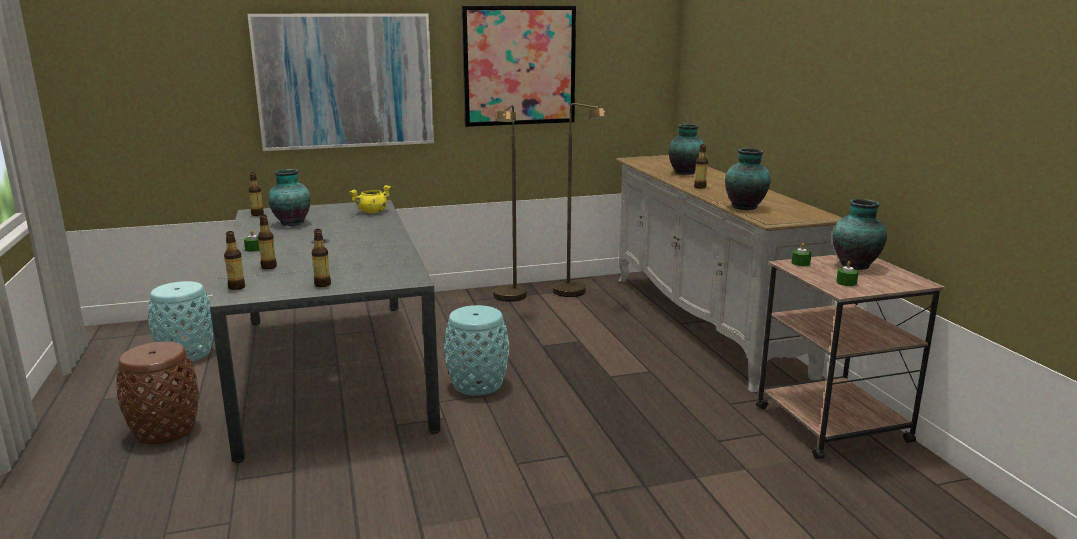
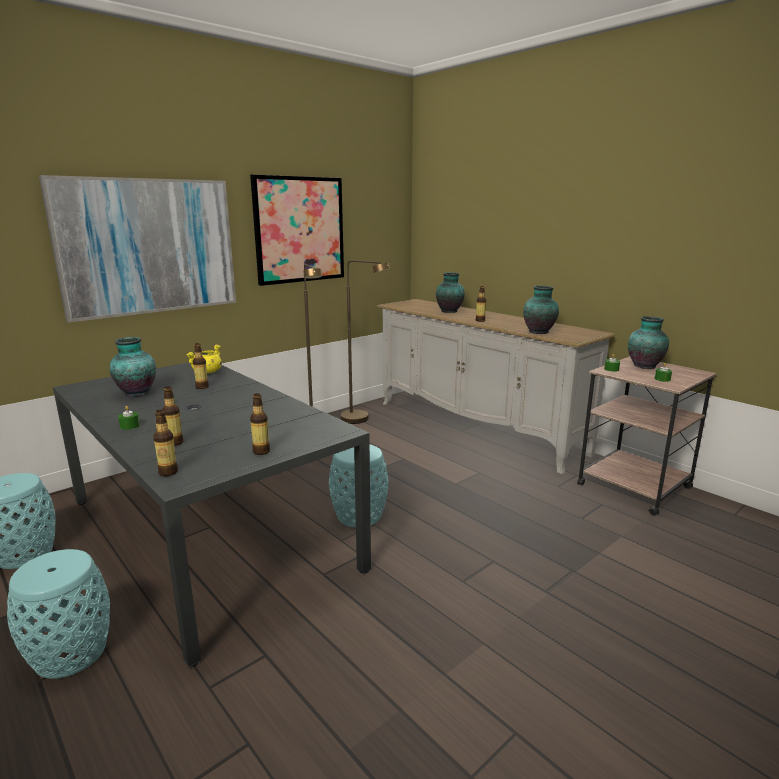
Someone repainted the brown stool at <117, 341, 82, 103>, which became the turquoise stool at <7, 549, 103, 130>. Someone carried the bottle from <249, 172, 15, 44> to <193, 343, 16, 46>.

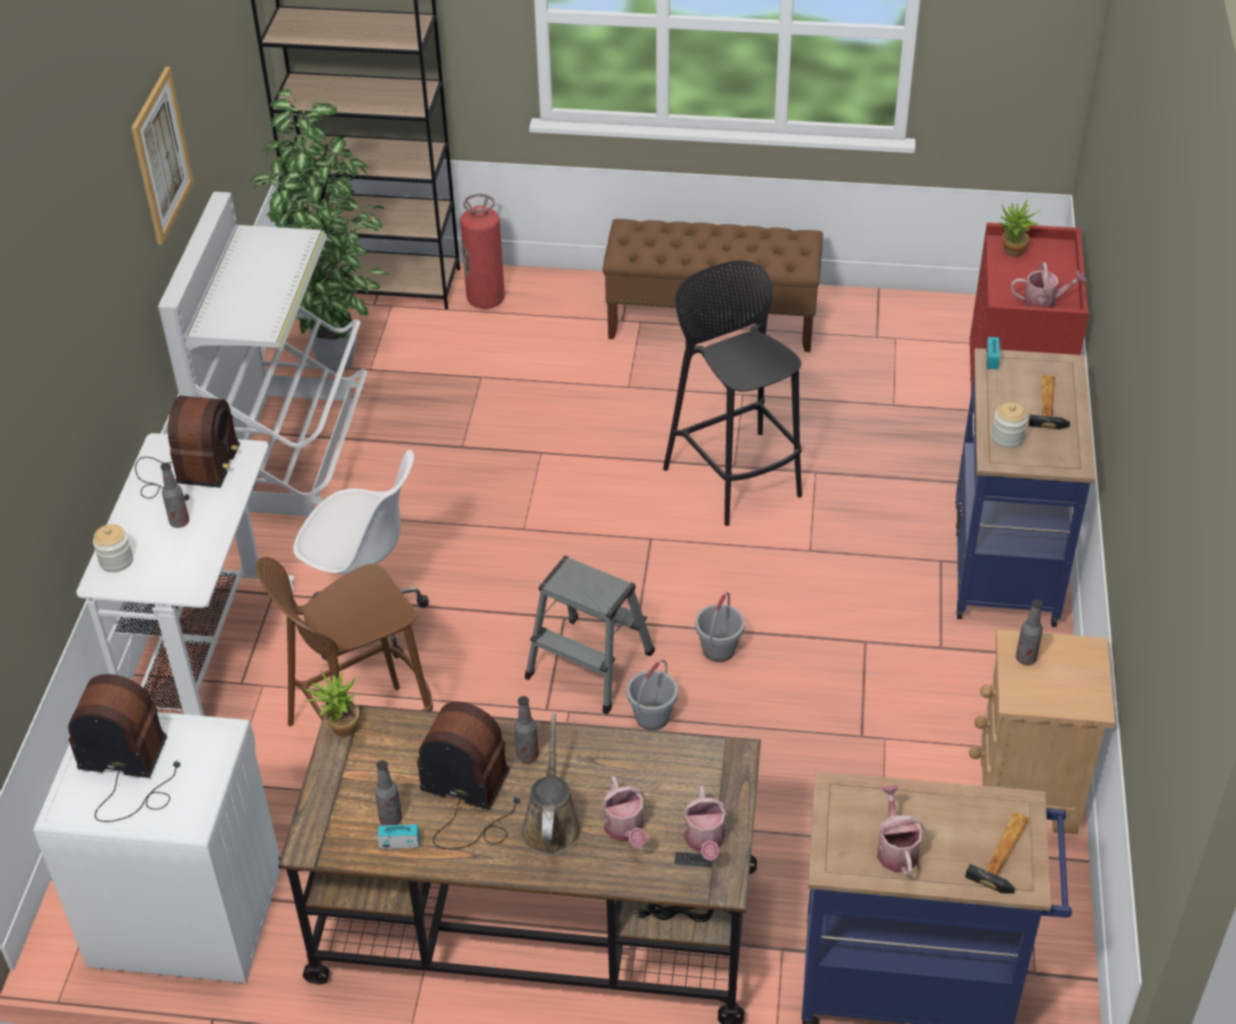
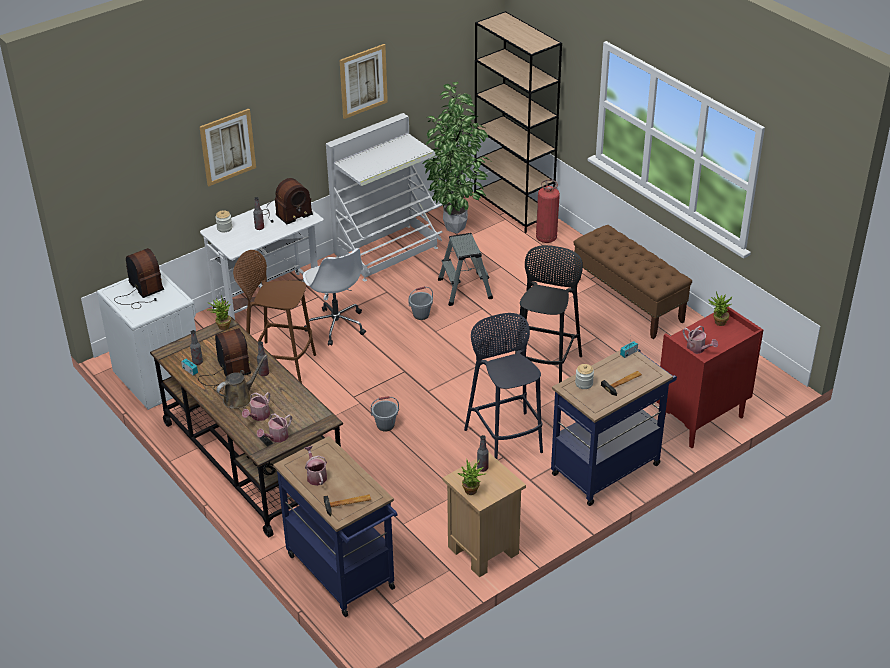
Someone put up the picture at <200, 109, 56, 77>. Someone rotated the watering can at <877, 785, 48, 91> by 60 degrees counterclockwise. Someone carried the grey bucket from <695, 592, 50, 70> to <409, 286, 24, 34>. Someone carried the grey step ladder from <525, 556, 130, 158> to <438, 233, 55, 73>. Someone put down the potted plant at <458, 459, 29, 36>. Someone put down the grey stool at <464, 313, 79, 147>.

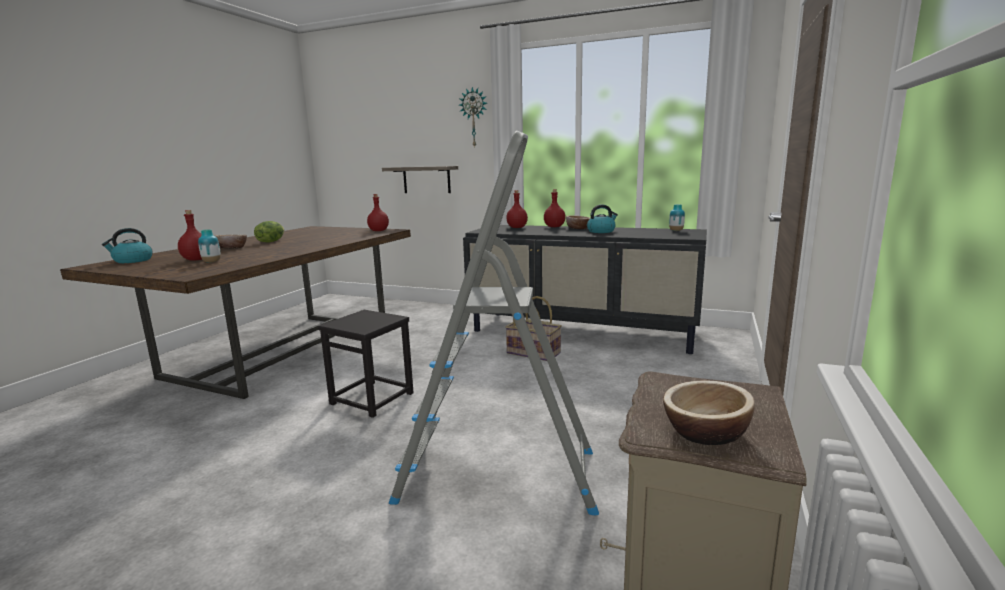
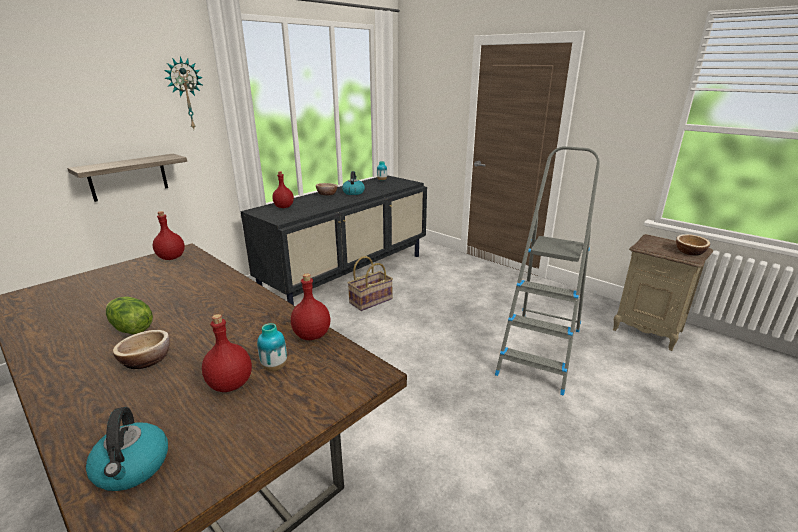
Someone carried the red bottle from <544, 189, 22, 38> to <291, 273, 39, 67>. Someone took away the black stool at <318, 310, 96, 108>.

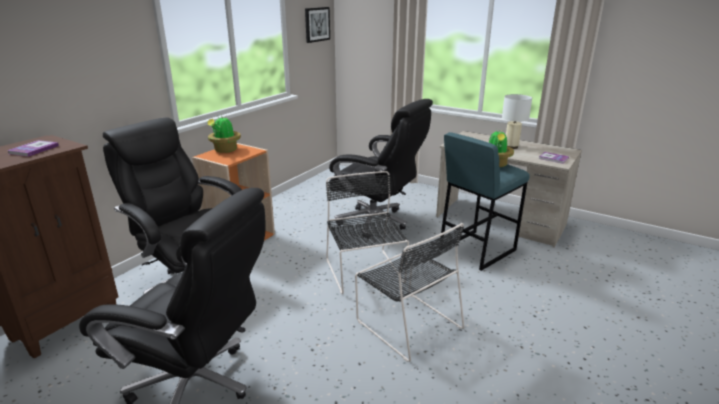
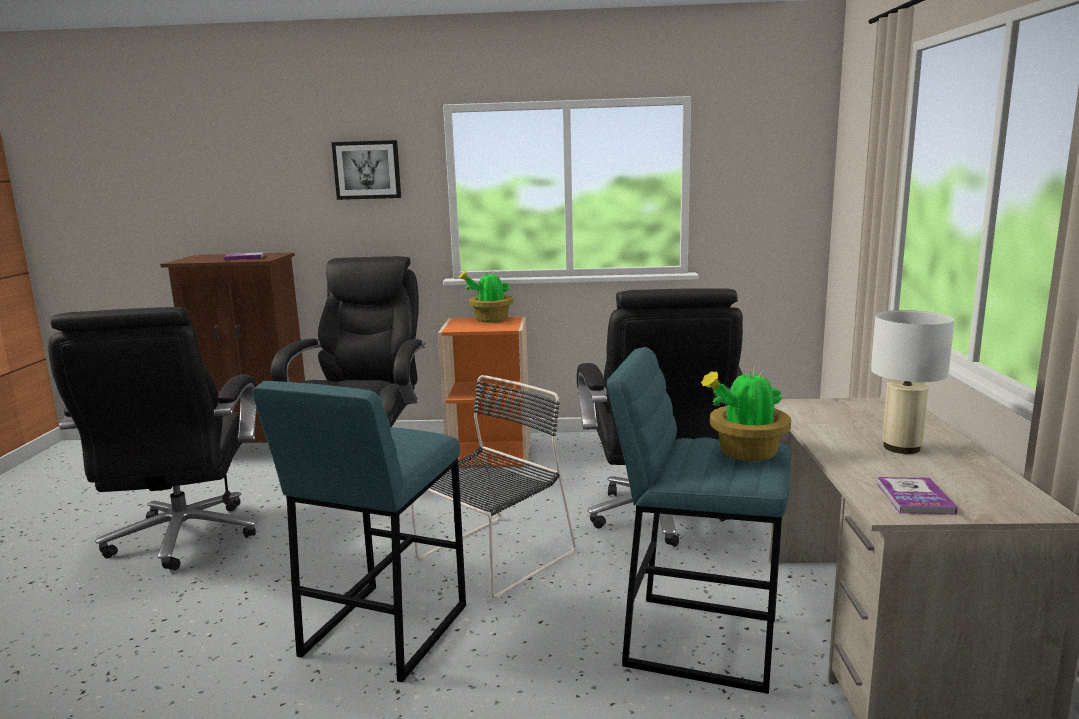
Someone swapped the black chair at <355, 223, 109, 139> for the turquoise stool at <252, 381, 214, 301>. Someone carried the picture from <305, 7, 25, 36> to <331, 140, 70, 60>.

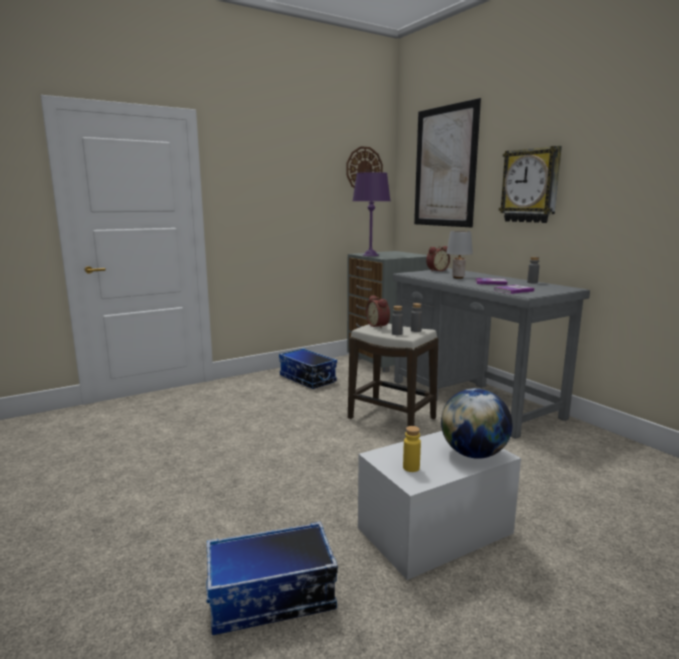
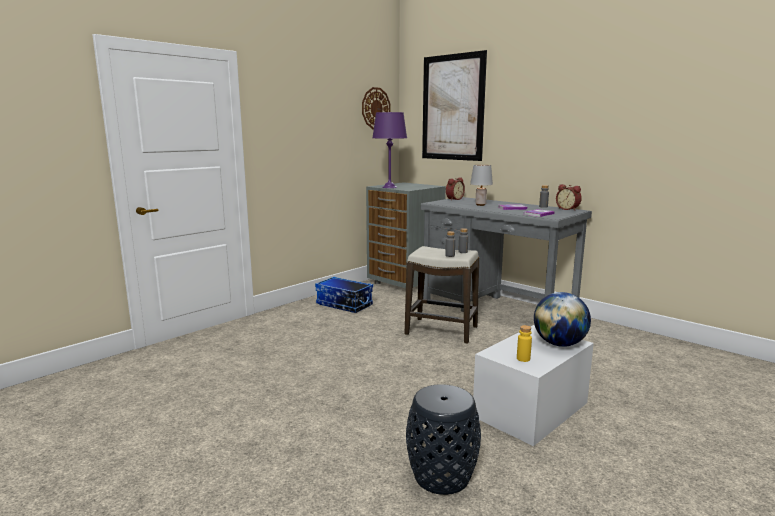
Someone swapped the storage box at <206, 522, 132, 113> for the black stool at <406, 384, 75, 111>. Someone carried the alarm clock from <366, 295, 24, 34> to <556, 184, 26, 26>. Someone took away the wall clock at <499, 146, 63, 77>.

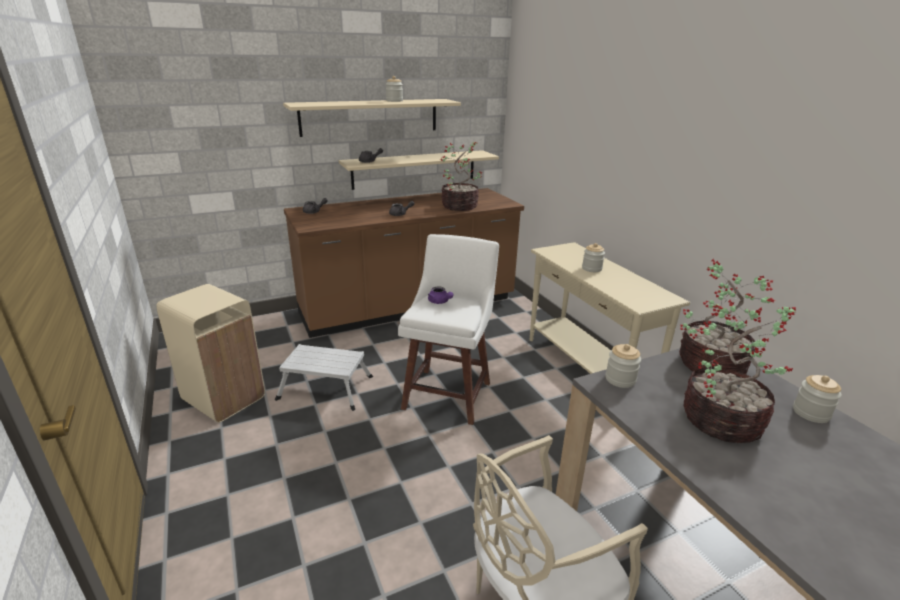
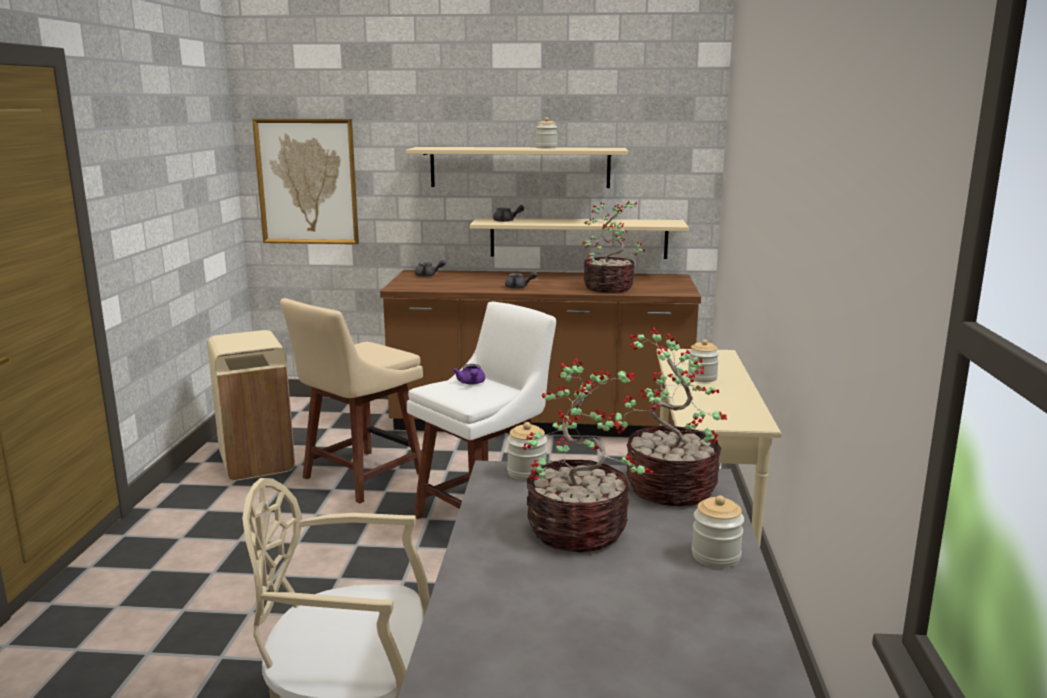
Someone put up the picture at <252, 119, 107, 125>. Someone swapped the white step ladder at <275, 344, 98, 67> for the beige stool at <280, 298, 143, 205>.

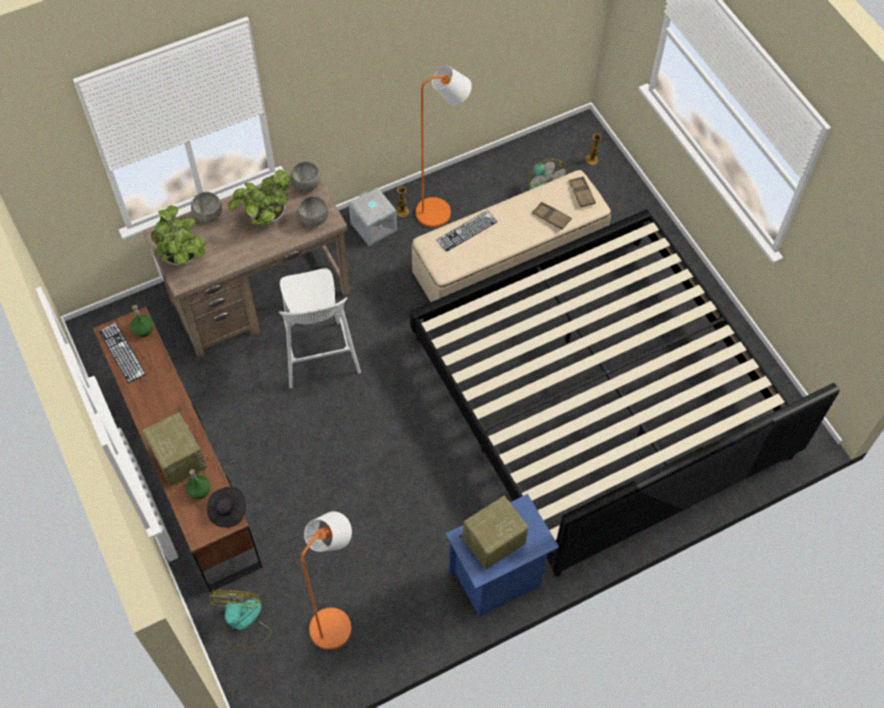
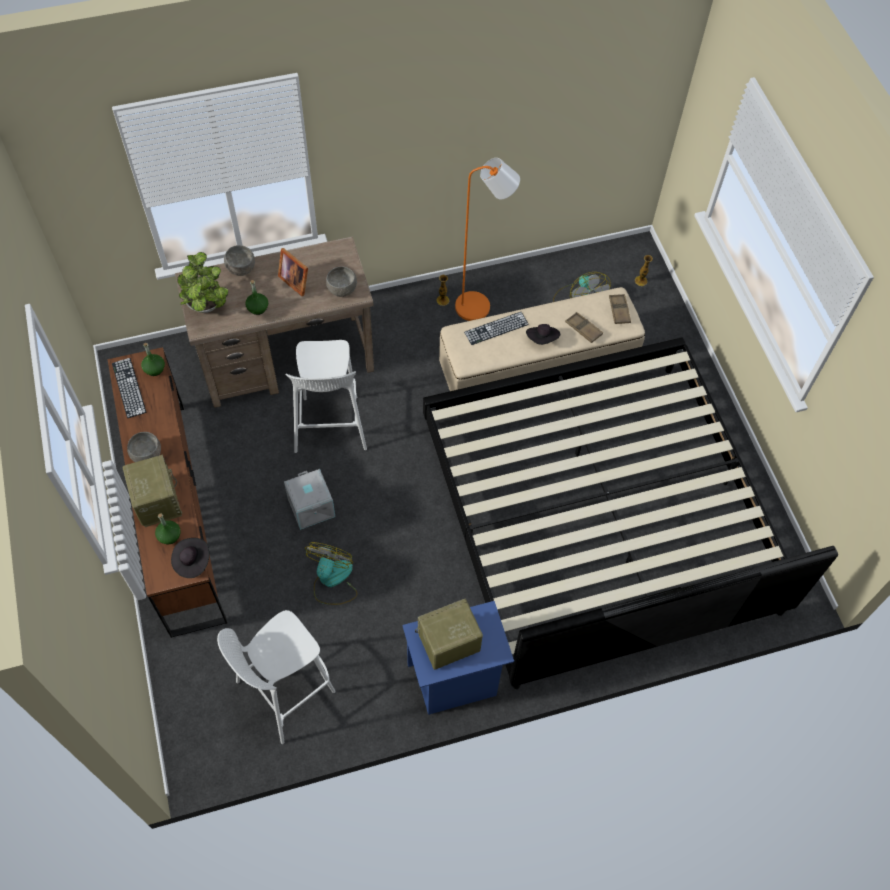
Someone carried the grey bowl from <291, 162, 30, 29> to <127, 432, 34, 30>. Someone swapped the orange floor lamp at <301, 511, 51, 139> for the white stool at <217, 610, 119, 134>. Someone put down the green bottle at <245, 280, 23, 35>. Someone swapped the potted plant at <228, 170, 63, 56> for the picture frame at <278, 248, 30, 48>. Someone carried the grey storage box from <349, 187, 48, 59> to <284, 469, 51, 61>. Someone carried the fan from <208, 590, 64, 59> to <305, 542, 53, 63>. Someone put down the black hat at <526, 324, 34, 21>.

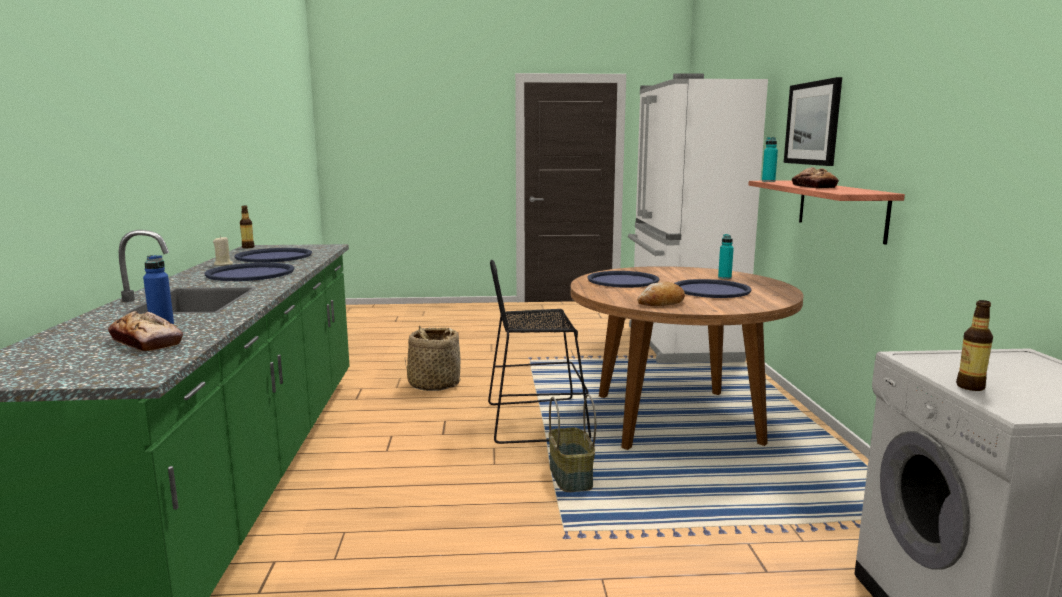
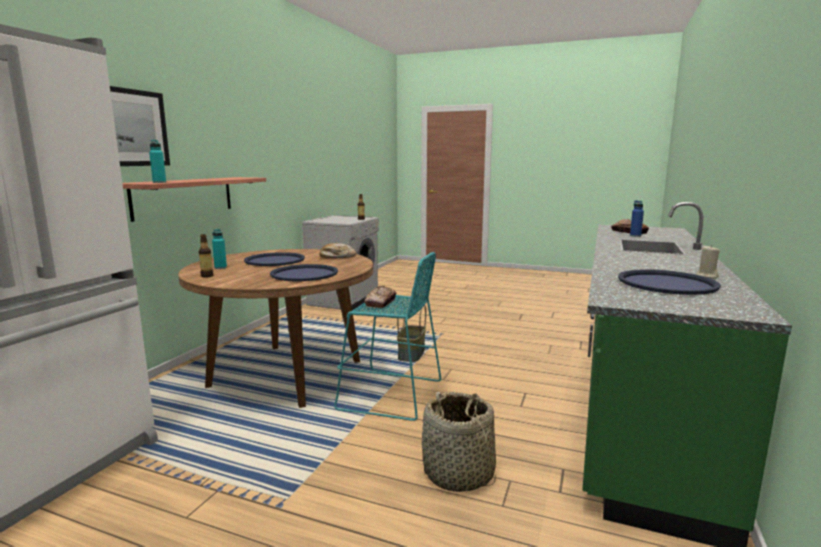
Someone carried the bottle from <240, 206, 14, 42> to <199, 234, 14, 44>. Someone repainted the black stool at <488, 260, 103, 184>, which became the turquoise stool at <334, 252, 107, 169>. Someone carried the bread from <792, 167, 47, 21> to <364, 285, 32, 23>. Someone took away the blue tray at <205, 263, 89, 18>.

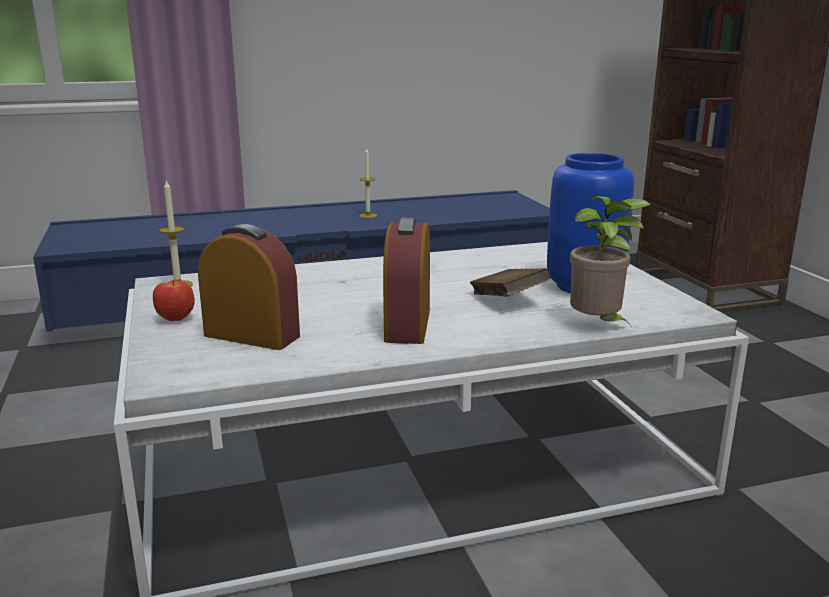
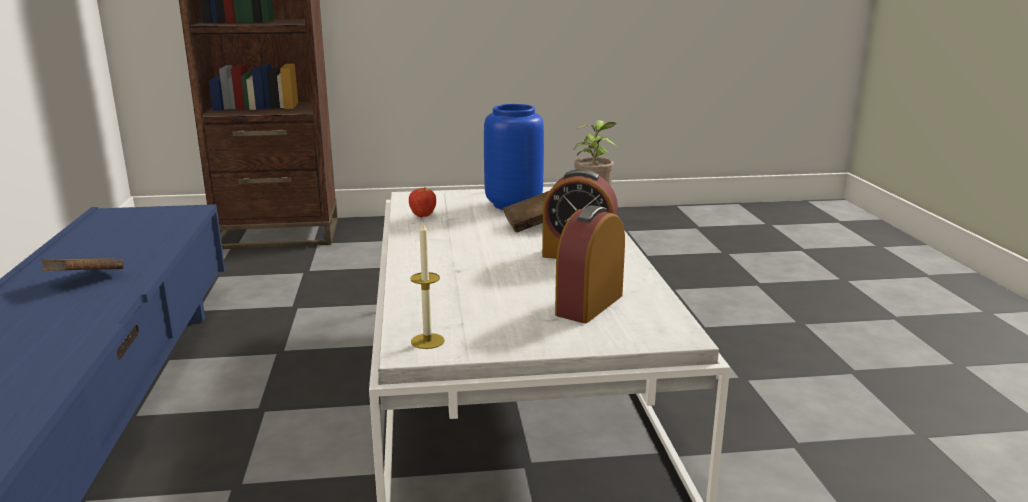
Someone swapped the candle at <359, 148, 18, 70> for the brown book at <41, 258, 83, 13>. Someone carried the apple from <153, 280, 42, 41> to <409, 188, 27, 30>.

